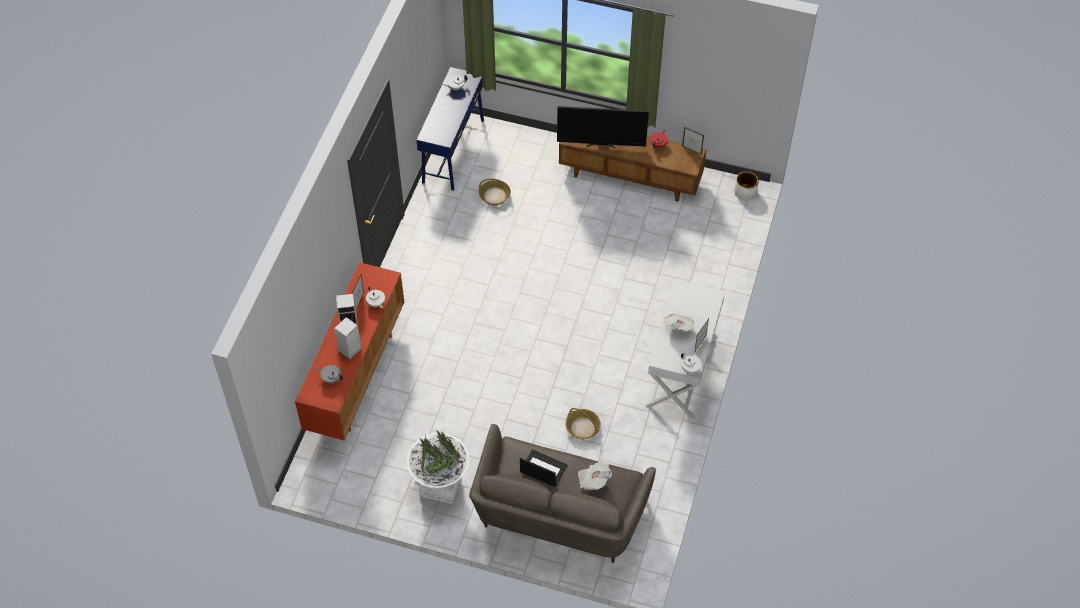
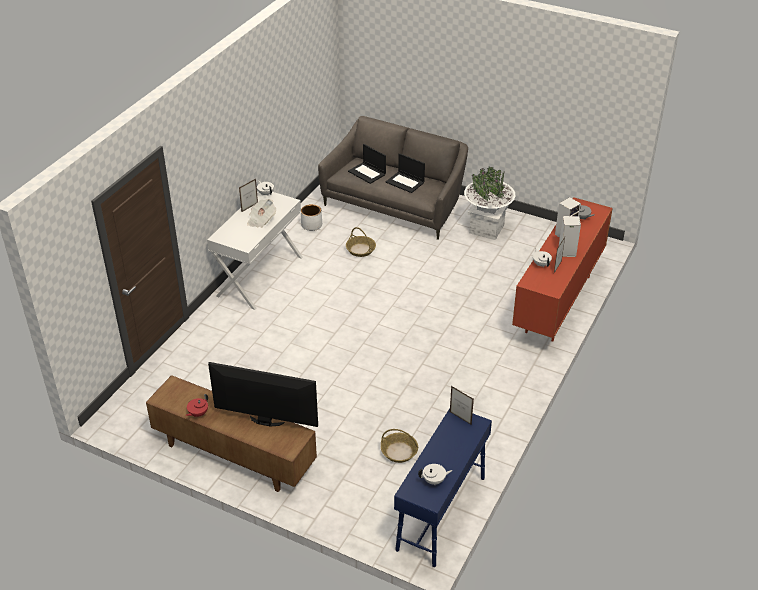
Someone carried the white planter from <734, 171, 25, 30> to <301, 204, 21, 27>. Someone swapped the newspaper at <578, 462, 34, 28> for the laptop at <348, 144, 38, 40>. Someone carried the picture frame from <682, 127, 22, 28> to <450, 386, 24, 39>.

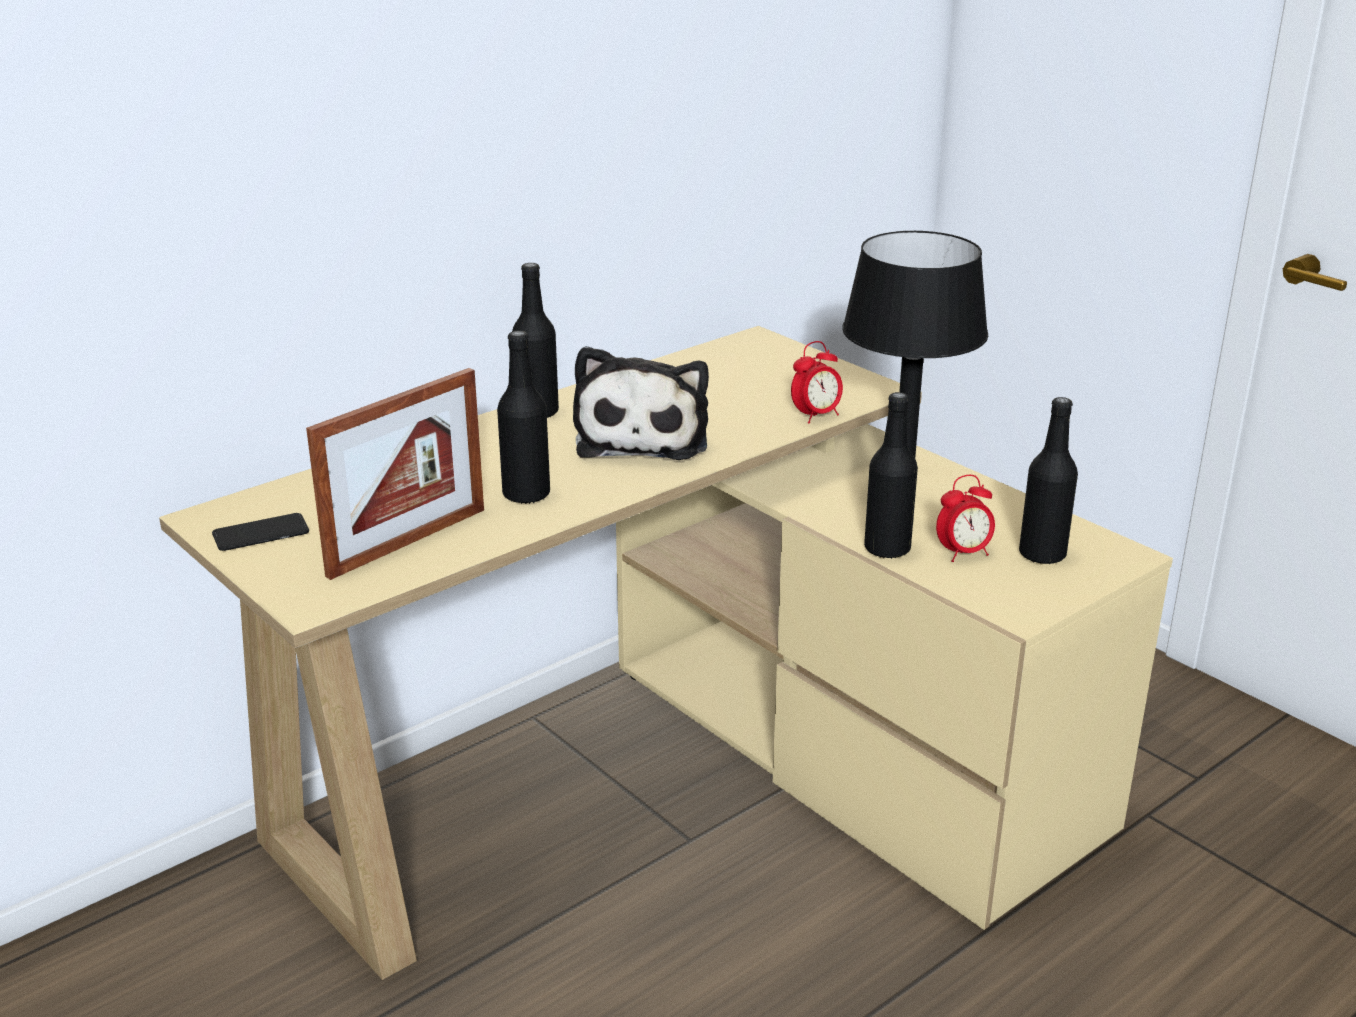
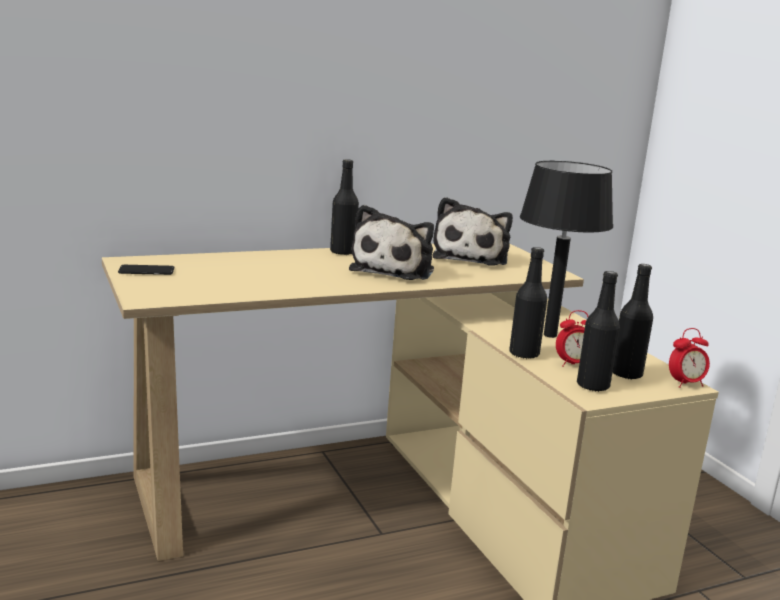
Someone put down the plush toy at <433, 197, 80, 68>. Someone carried the black bottle from <497, 331, 53, 173> to <577, 271, 43, 121>. Someone carried the alarm clock from <791, 341, 52, 83> to <669, 328, 41, 60>. Someone took away the picture frame at <306, 368, 178, 212>.

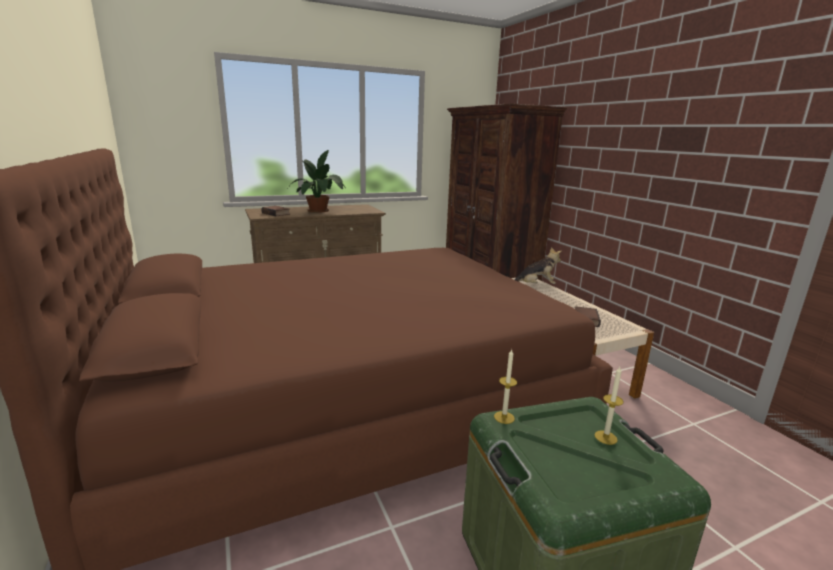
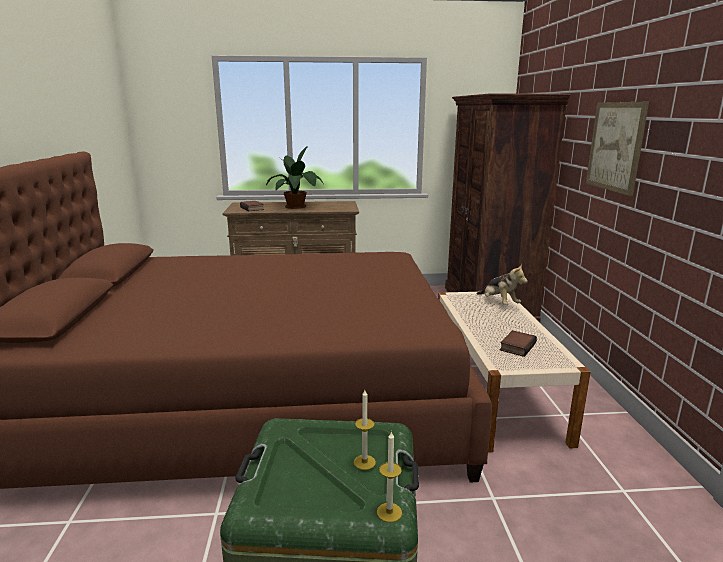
Someone carried the candle from <494, 349, 23, 75> to <377, 431, 25, 91>. Someone rotated the plush toy at <515, 247, 46, 37> by 45 degrees clockwise. Someone put up the picture at <586, 102, 63, 94>.

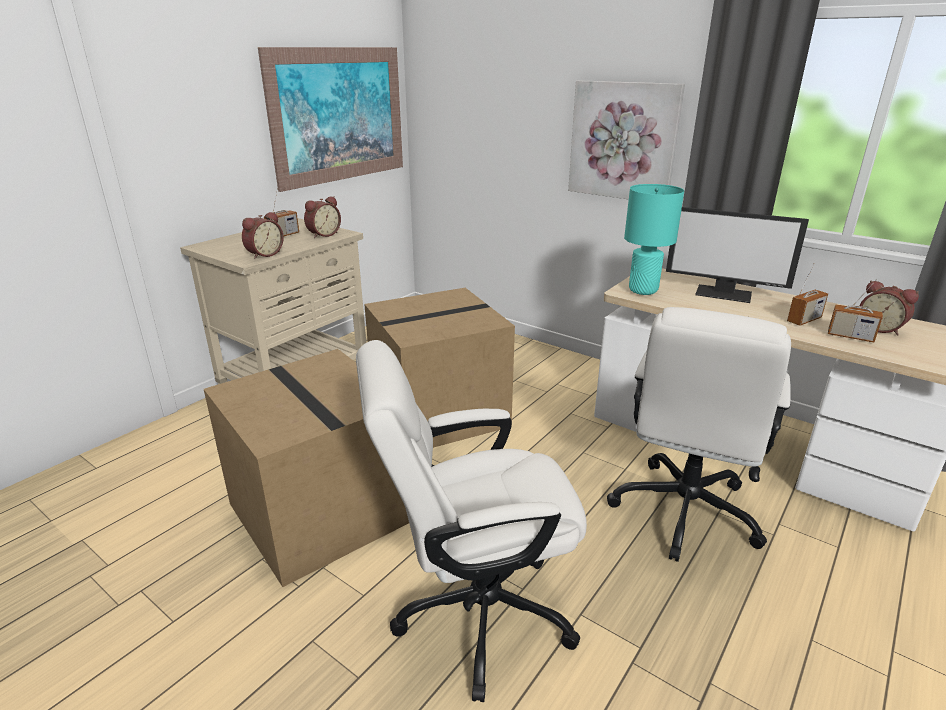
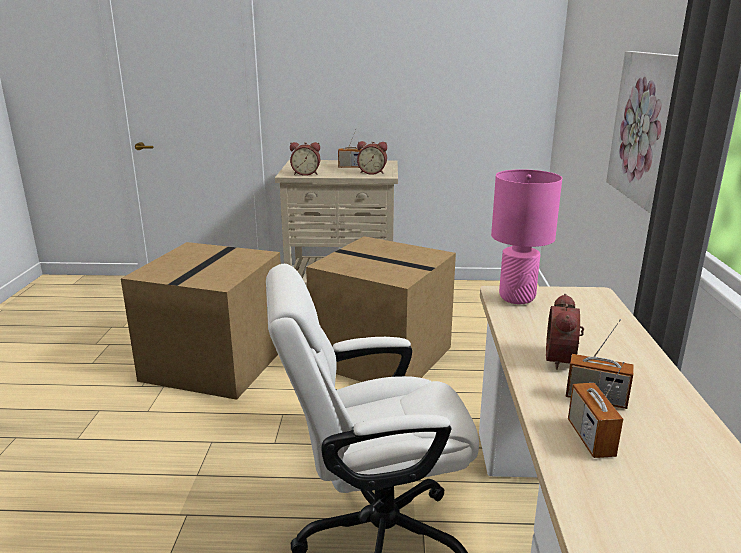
Someone repainted the turquoise table lamp at <624, 184, 60, 111>, which became the pink table lamp at <491, 169, 71, 135>. Someone carried the alarm clock from <860, 280, 59, 56> to <546, 294, 38, 76>. Someone took away the picture at <258, 47, 145, 145>. Someone took away the white office chair at <356, 340, 231, 362>. Someone took away the monitor at <666, 207, 143, 96>.

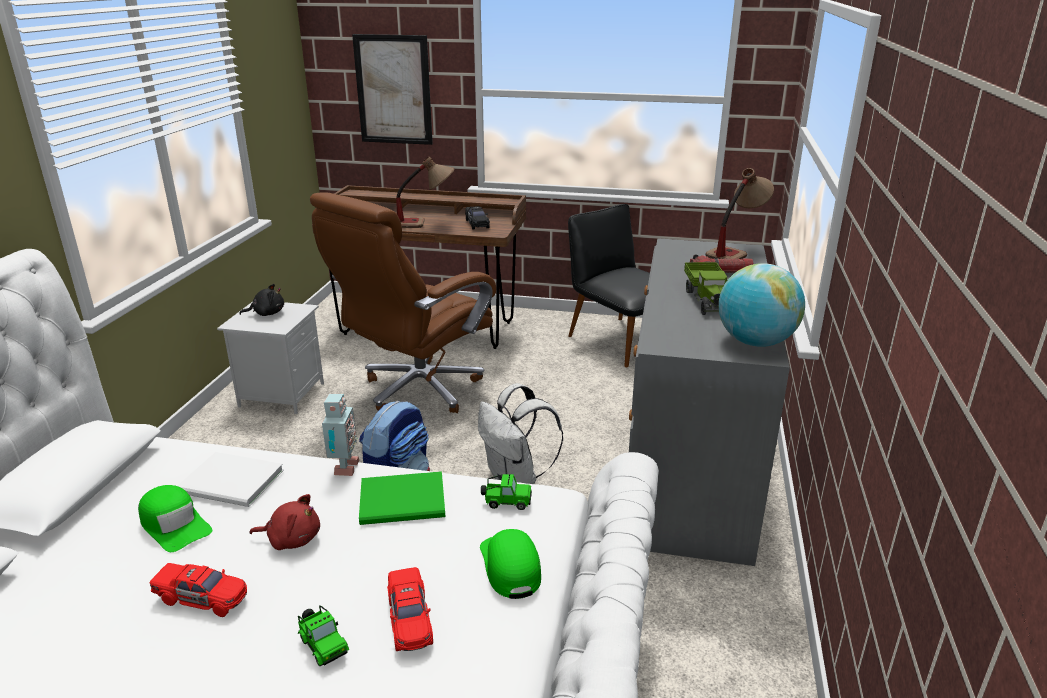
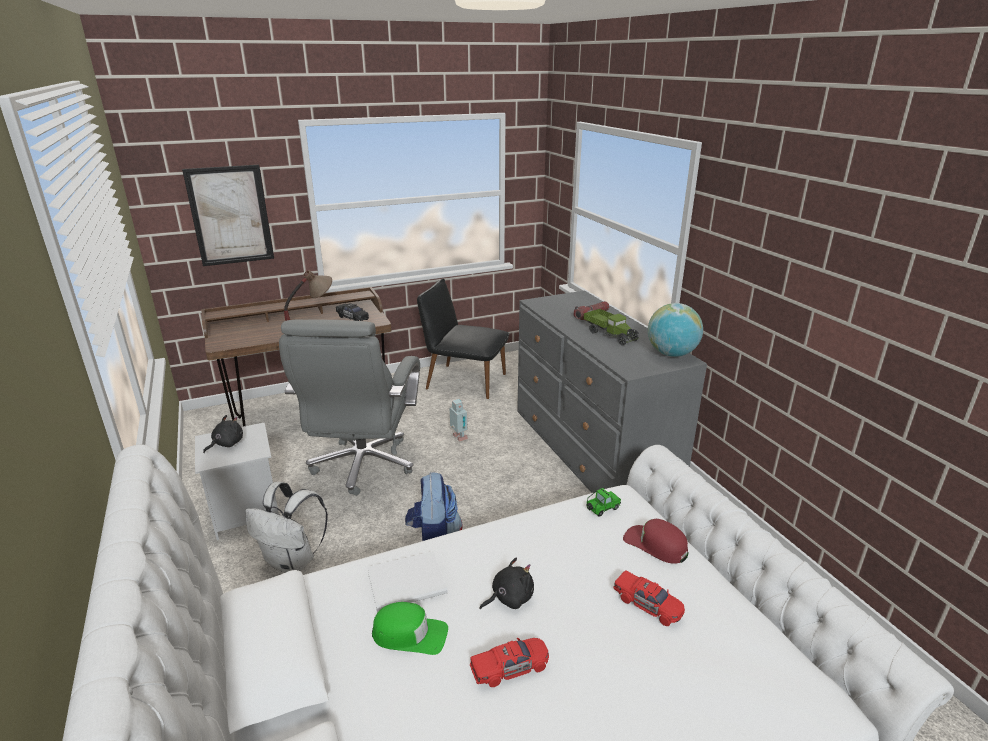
Someone carried the white backpack from <478, 383, 85, 101> to <245, 482, 83, 91>. Someone repainted the brown office chair at <310, 192, 186, 221>, which became the grey office chair at <279, 319, 141, 177>. Someone carried the toy robot from <322, 394, 37, 82> to <450, 399, 18, 43>. Someone repainted the red plush toy at <250, 494, 70, 56>, which became the black plush toy at <480, 558, 54, 51>. Someone repainted the green cap at <480, 529, 61, 70>, which became the red cap at <623, 519, 65, 45>. Someone took away the toy car at <298, 605, 51, 61>. Someone took away the green book at <359, 471, 86, 54>. Someone took away the table lamp at <706, 168, 68, 91>.

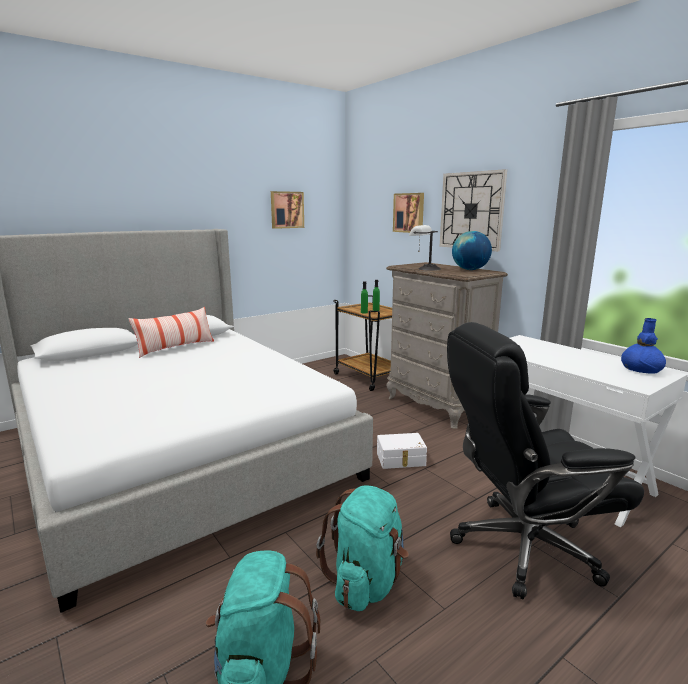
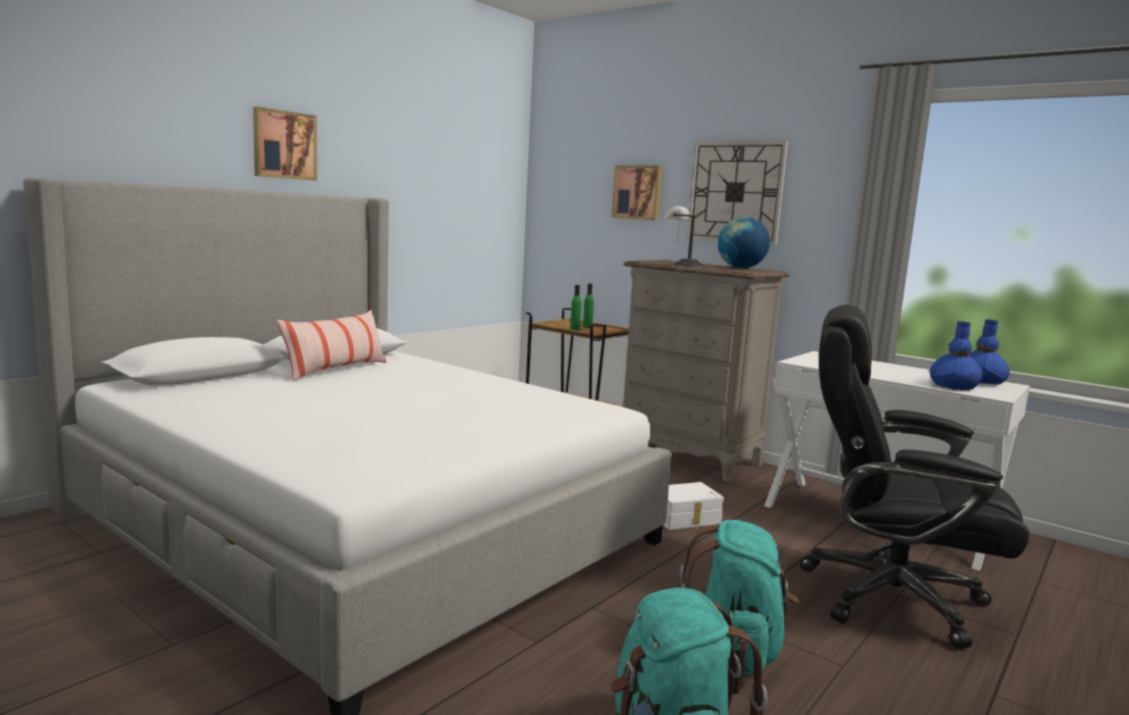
Someone carried the picture from <271, 191, 33, 38> to <253, 107, 64, 73>. Someone rotated the black office chair at <447, 322, 197, 278> by 45 degrees clockwise. Someone put down the blue vase at <930, 321, 53, 69>.

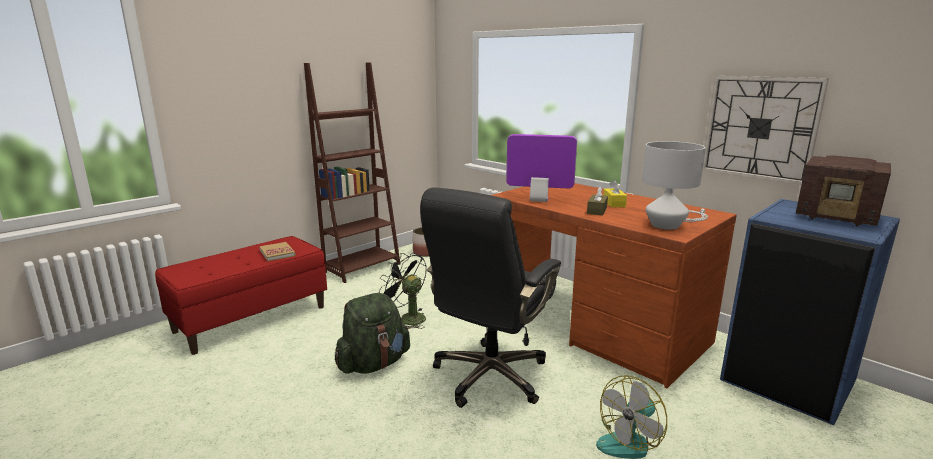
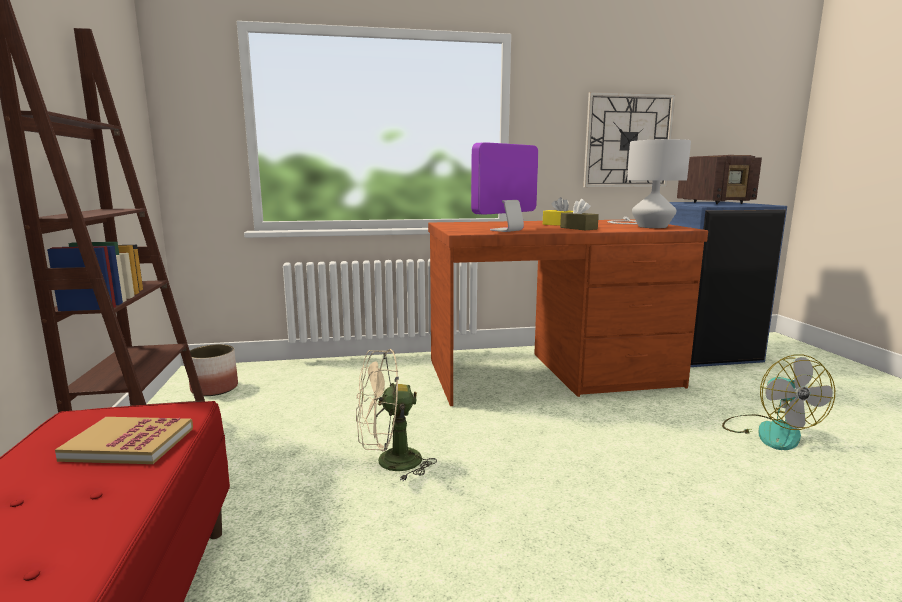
Someone repainted the black fan at <379, 253, 47, 76>, which became the beige fan at <356, 349, 81, 132>. Someone took away the green backpack at <335, 293, 75, 81>. Someone took away the black office chair at <420, 187, 141, 221>.

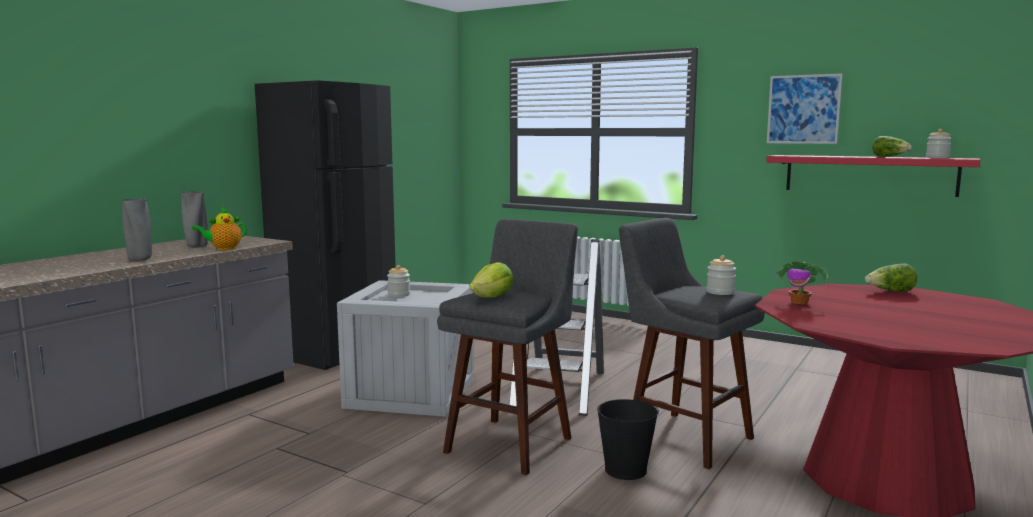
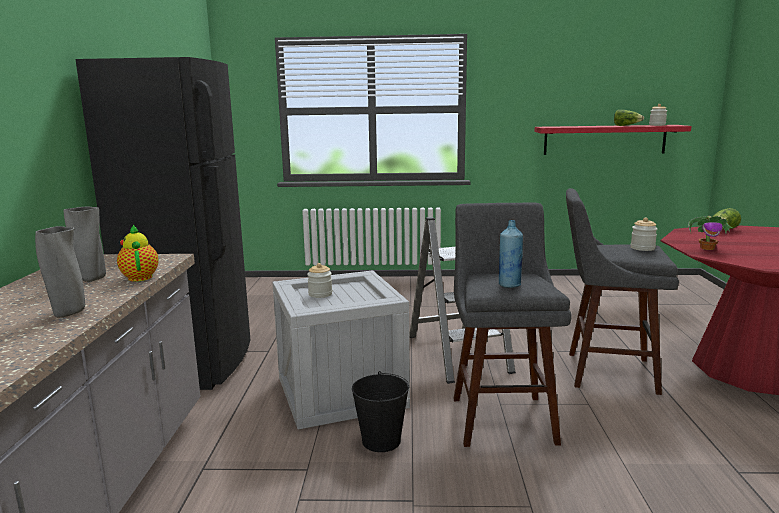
Someone rotated the teapot at <192, 207, 55, 43> by 135 degrees clockwise. Someone carried the black bucket from <597, 397, 62, 83> to <352, 371, 58, 81>. Someone swapped the lettuce at <470, 262, 43, 36> for the blue bottle at <499, 220, 24, 68>. Someone took away the picture at <767, 73, 76, 71>.

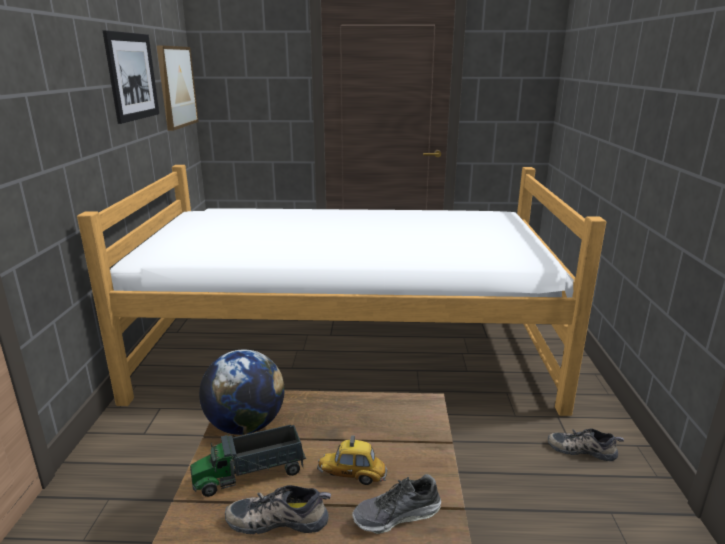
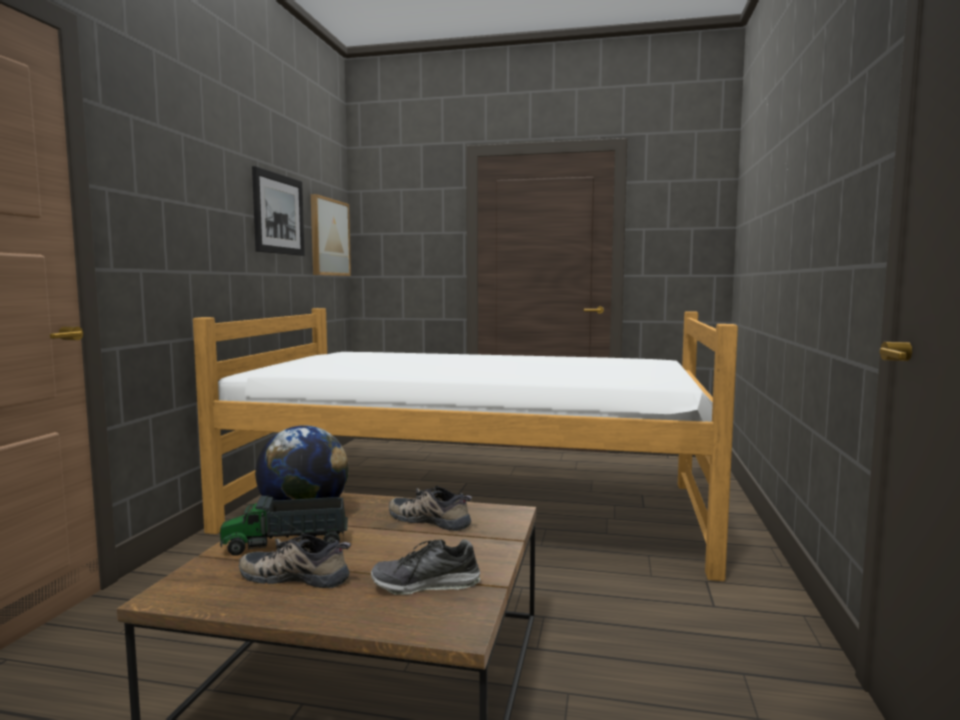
Someone carried the shoe from <548, 429, 76, 33> to <389, 486, 83, 45>. Someone took away the toy car at <317, 435, 70, 50>.

